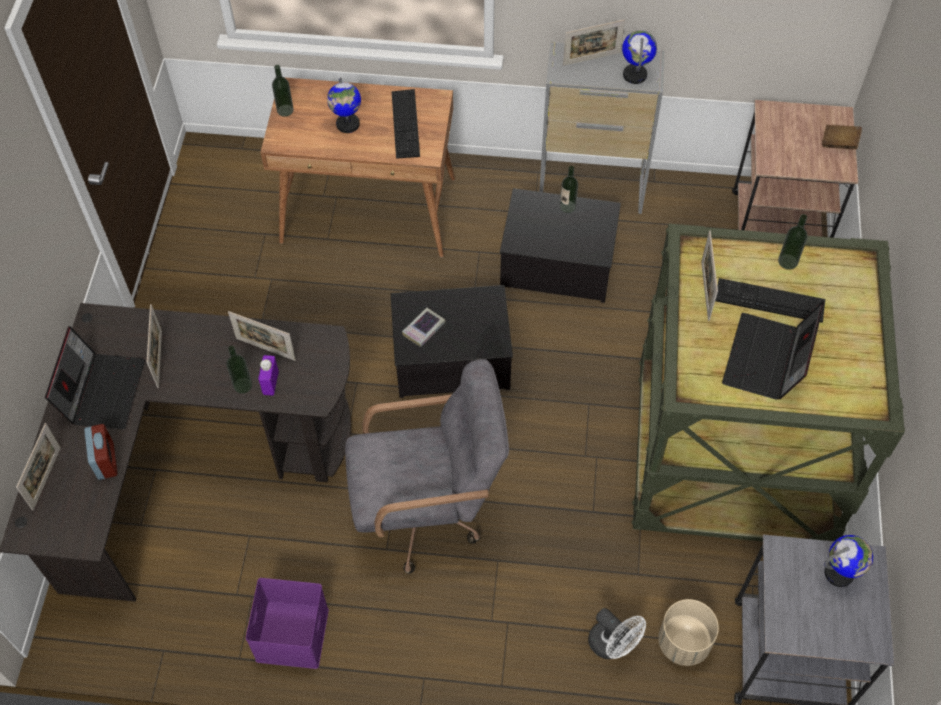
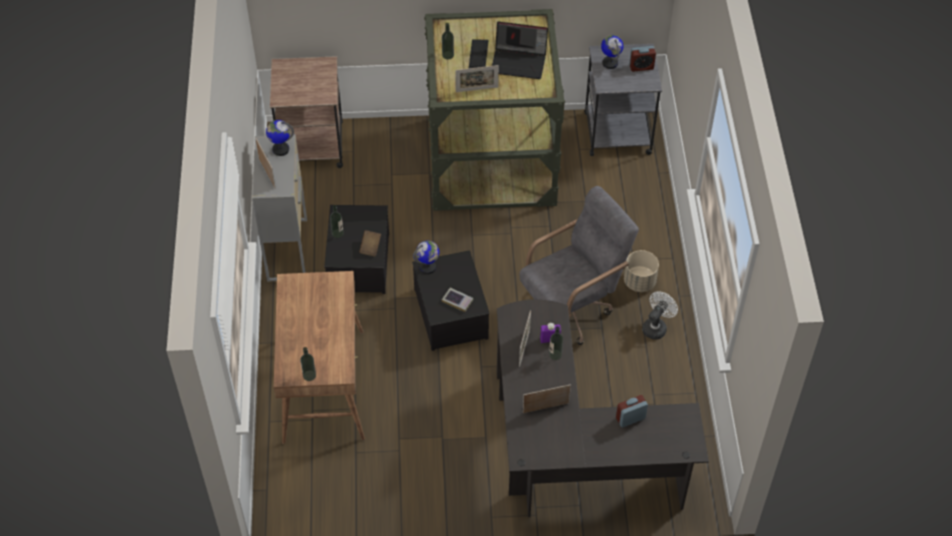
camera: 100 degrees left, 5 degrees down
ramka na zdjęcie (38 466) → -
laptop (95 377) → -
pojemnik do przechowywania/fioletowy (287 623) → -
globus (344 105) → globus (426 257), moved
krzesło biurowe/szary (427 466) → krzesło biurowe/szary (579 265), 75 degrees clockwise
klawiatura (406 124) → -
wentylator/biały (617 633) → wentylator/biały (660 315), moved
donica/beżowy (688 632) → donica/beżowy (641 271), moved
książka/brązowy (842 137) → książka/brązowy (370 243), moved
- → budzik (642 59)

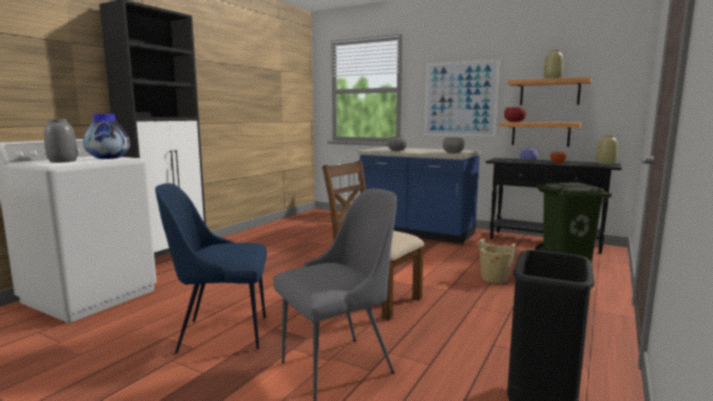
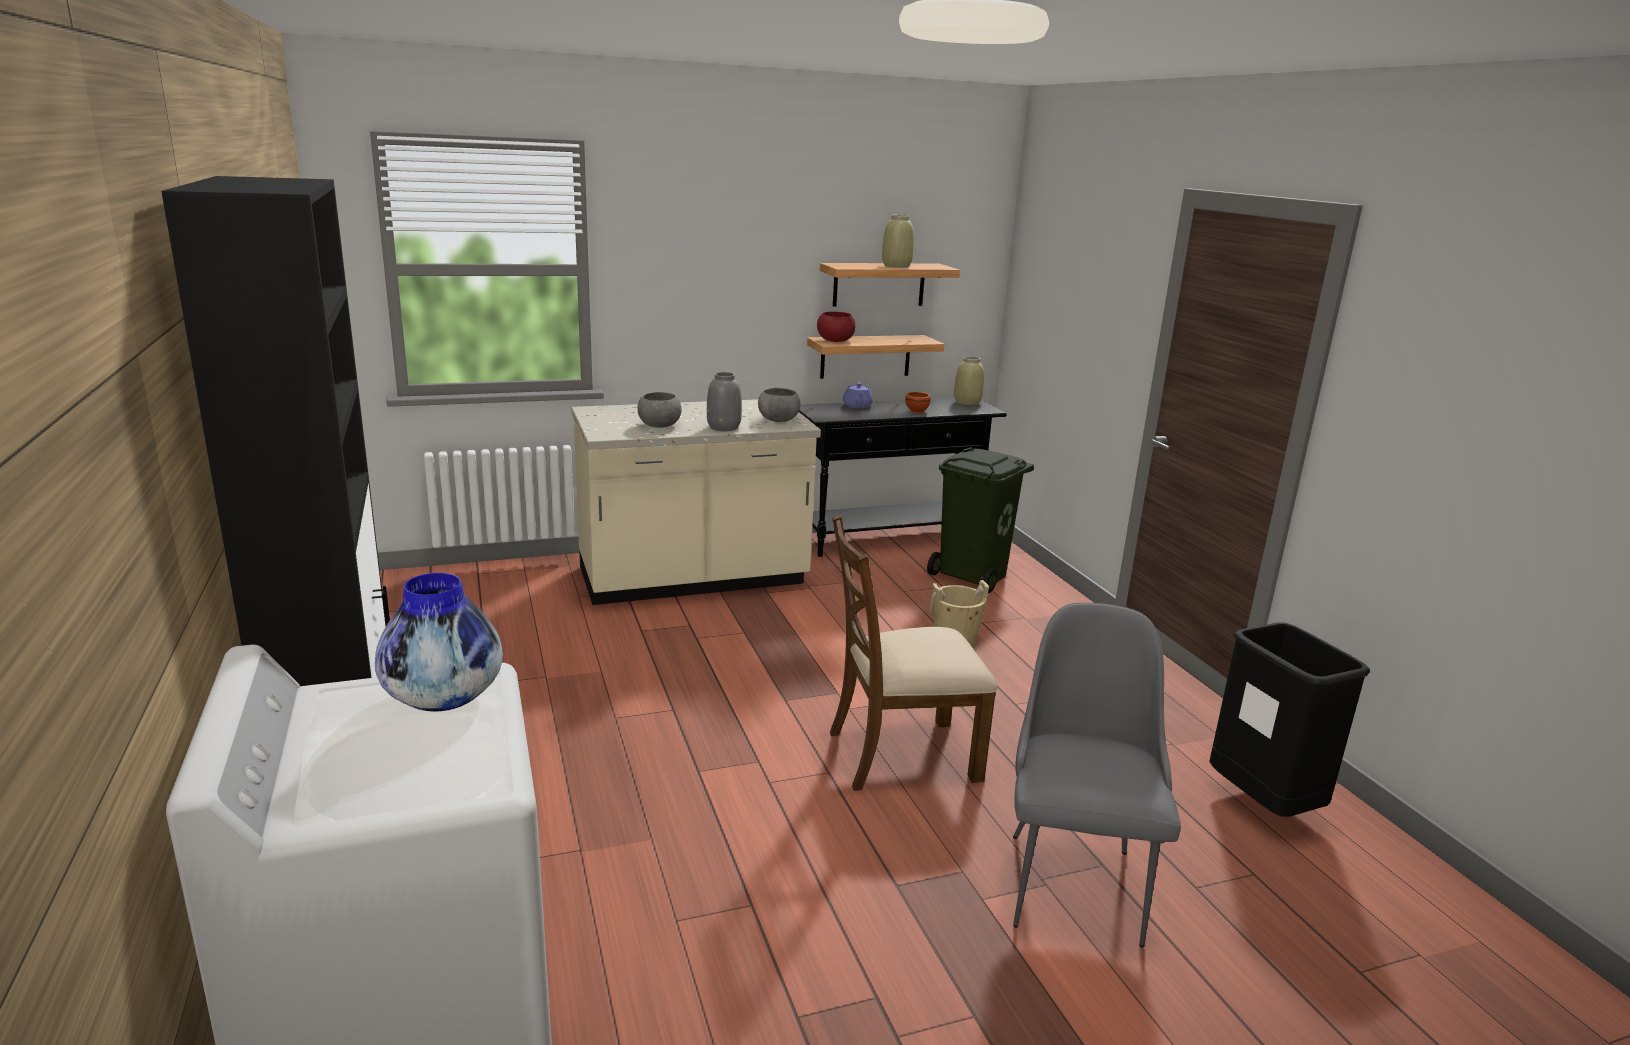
camera: 50 degrees left, 10 degrees up
wazon/szary (61 141) → wazon/szary (724 401), moved
krzesło/niebieski (211 268) → -
zabudowa kuchenna/niebieski (419 195) → zabudowa kuchenna/beżowy (696 502)
obraz (462 98) → -

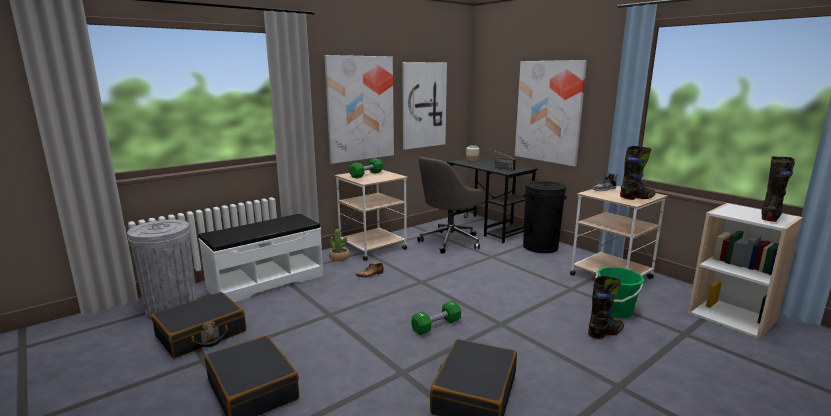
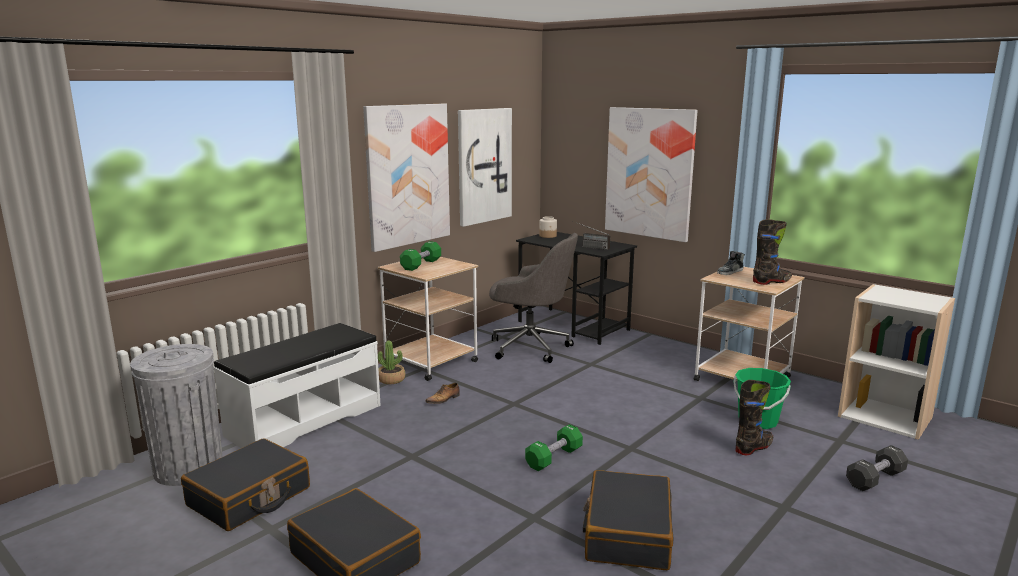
camera: 10 degrees left, 0 degrees up
krzesło biurowe/szary (450 205) → krzesło biurowe/szary (533 298), 105 degrees counterclockwise
kosz na śmieci/czarny (545 217) → -
but z cholewką/czarny (778 189) → -
- → hantel/czarny (877 468)

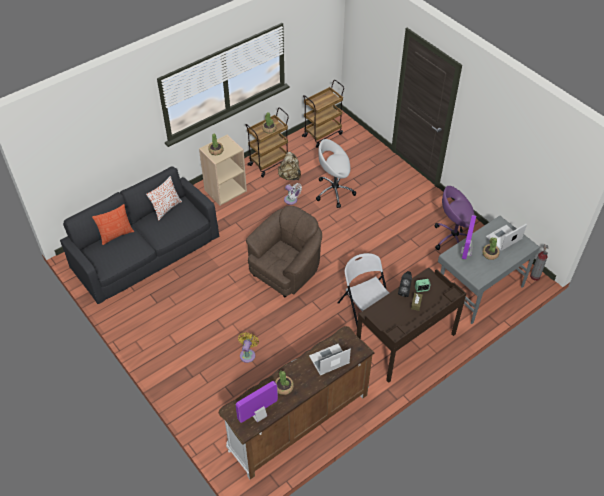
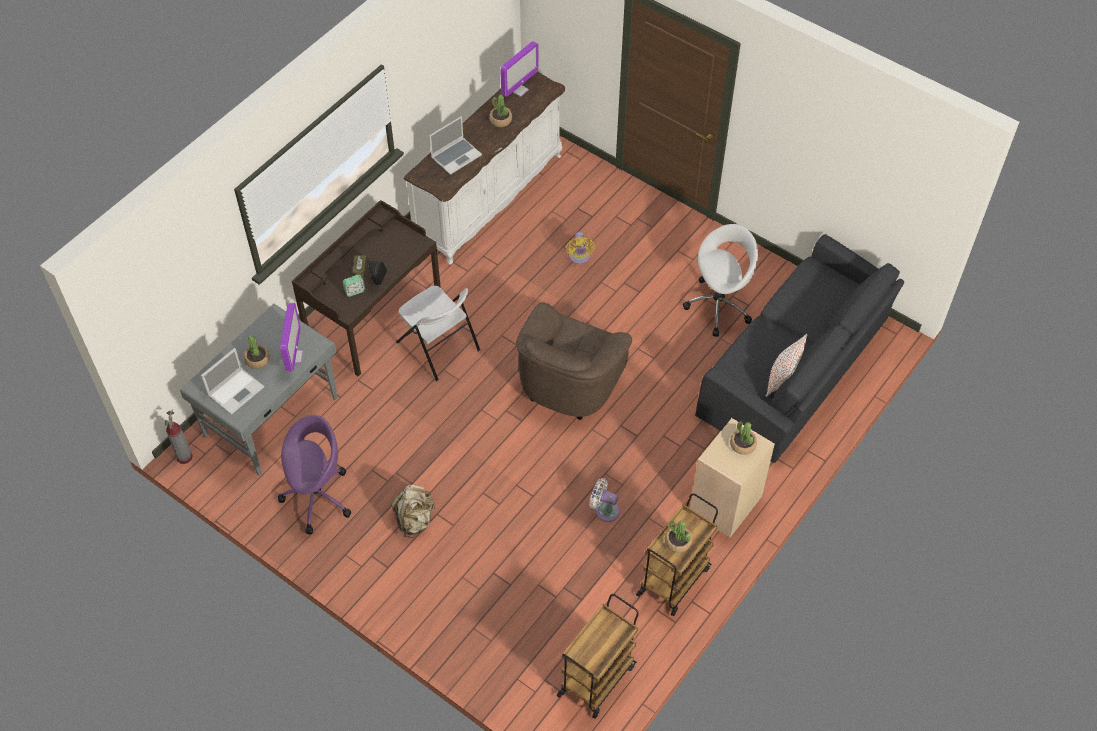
camera: 165 degrees right, 5 degrees up
poduszka/pomarańczowy (113 224) → -
plecak/beżowy (289 166) → plecak/beżowy (413 511), moved
krzesło biurowe/biały (336 173) → krzesło biurowe/biały (720 280), moved

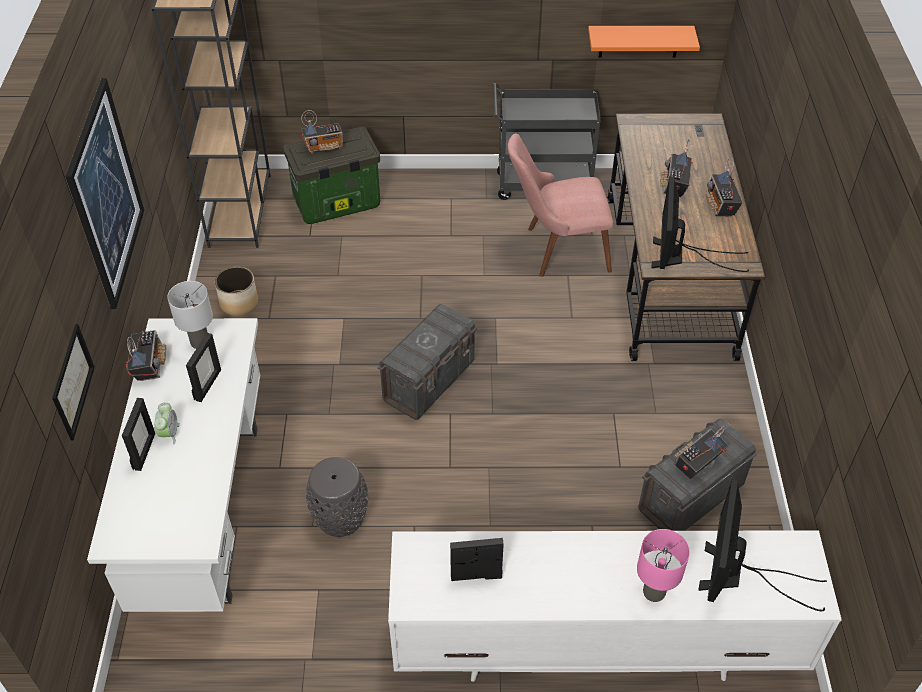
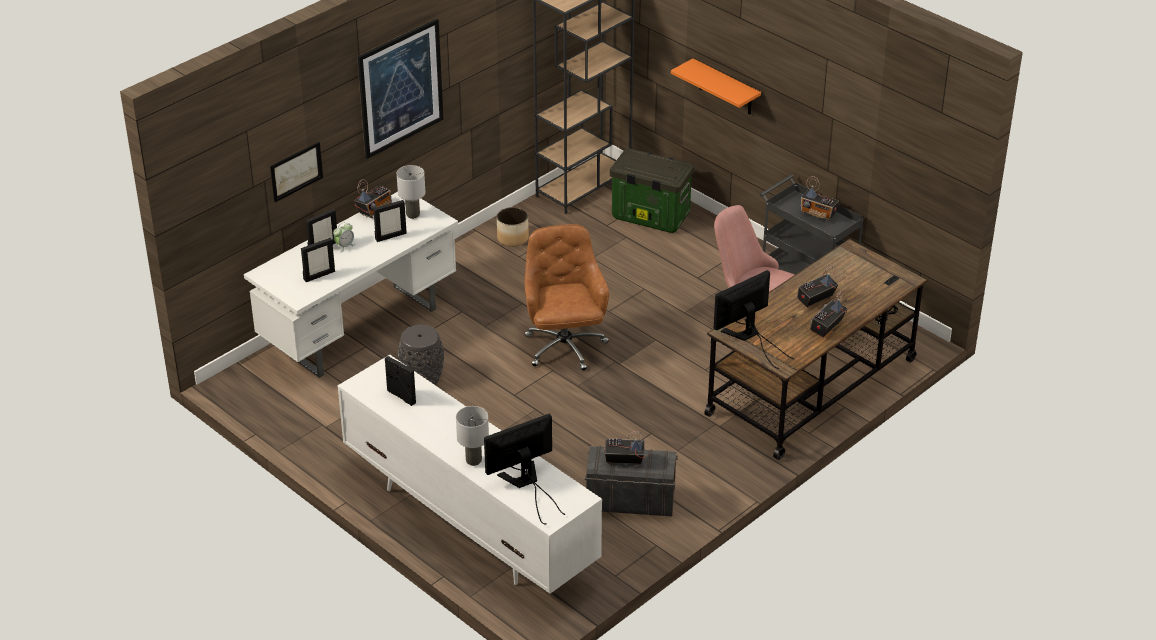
camera: 45 degrees right, 10 degrees down
radio (322 132) → radio (819 199), moved
pojemnik do przechowywania/szary (427 362) → krzesło biurowe/brązowy (567 297)
półka/pomarańczowy (644 42) → półka/pomarańczowy (716 86), moved
lampa stołowa/różowy (663 565) → lampa stołowa/biały (472 436)
- → ramka na zdjęcie (318 260)

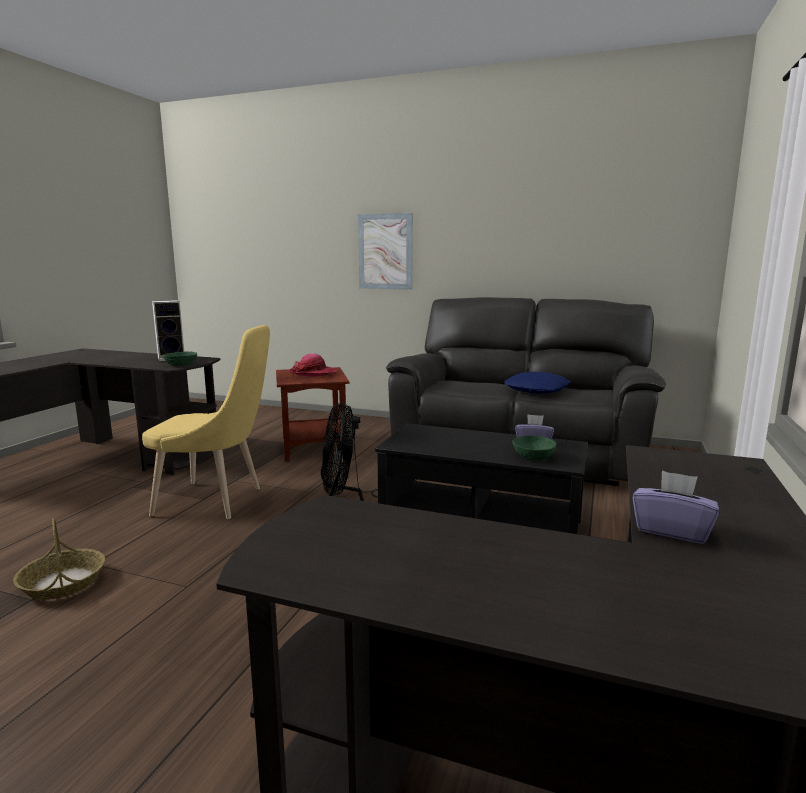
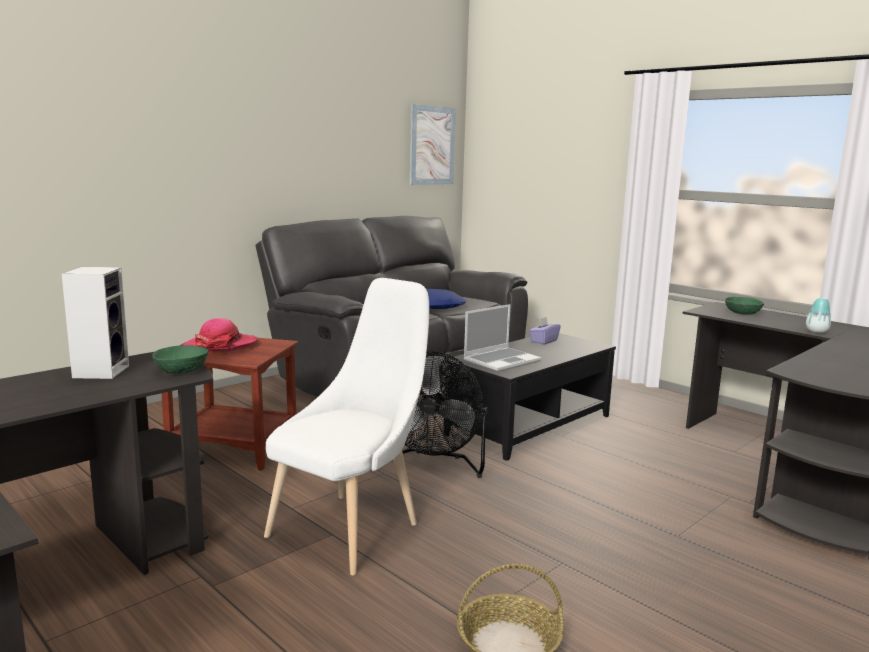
camera: 65 degrees left, 0 degrees up
krzesło/żółty (206 422) → krzesło/biały (346 426)
obraz (385 251) → obraz (433 144), moved
miska/zielony (534 448) → miska/zielony (744 306), moved
pudełko chusteczek/fioletowy (675 507) → wazon (818 315)
- → laptop (502 338)

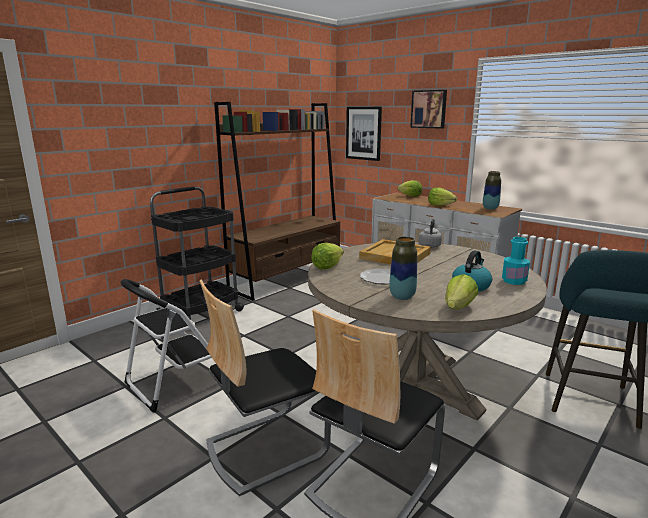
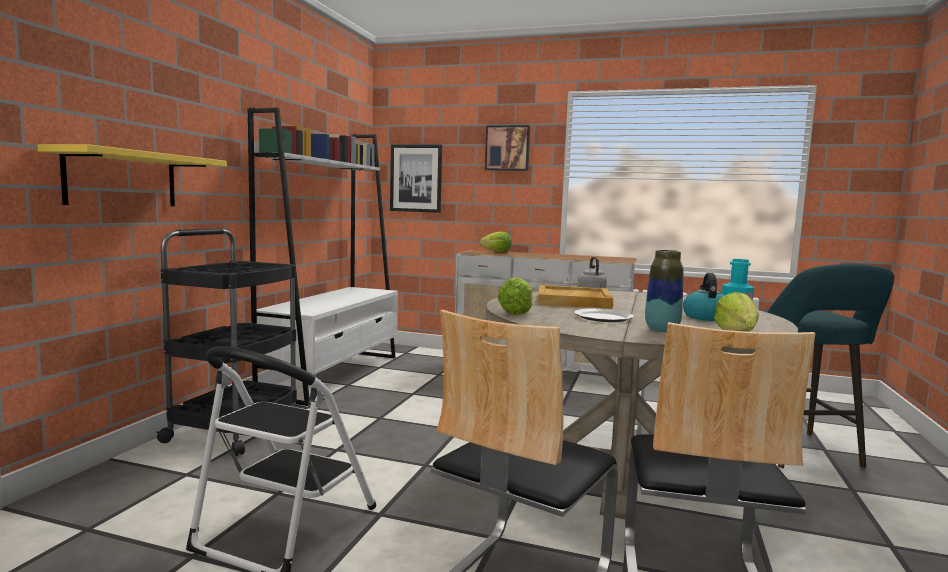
camera: 25 degrees left, 10 degrees down
regał/brązowy (277 201) → regał/biały (323 257)
sałata (442 196) → -
wazon (492 190) → -
- → półka/żółty (132 175)

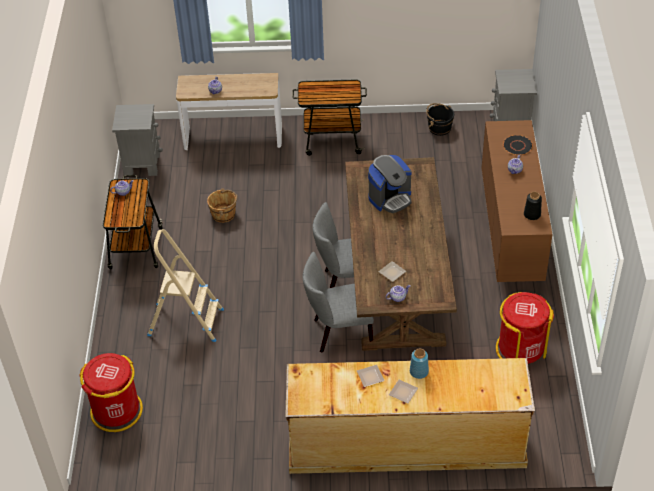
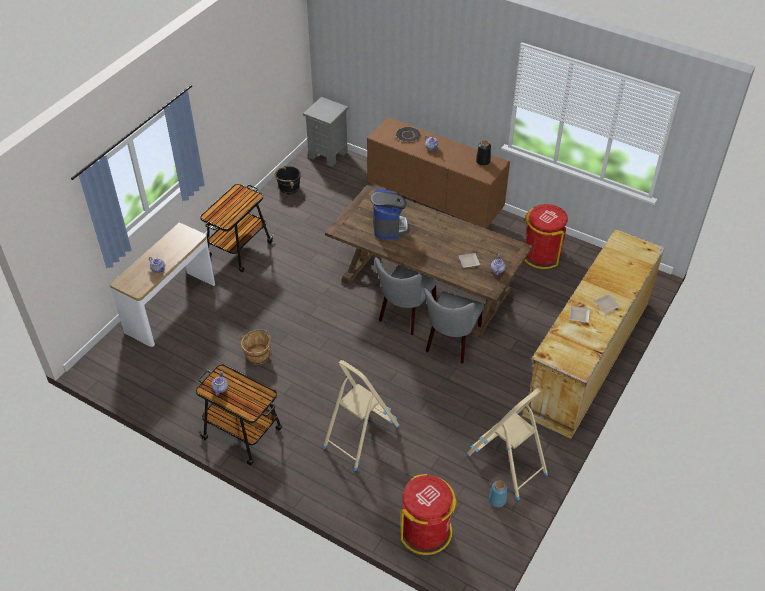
camera: 60 degrees left, 0 degrees up
szafka nocna/szary (137 140) → -
wazon/niebieski (419 364) → wazon/niebieski (498 494), moved
- → drabinka/beżowy (507 444)

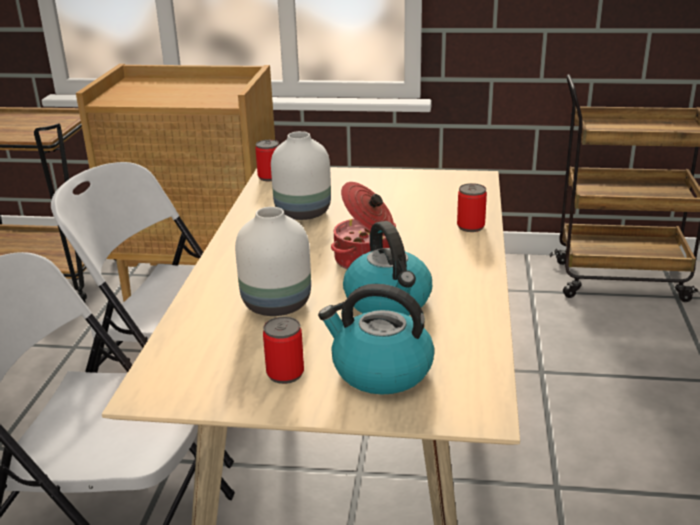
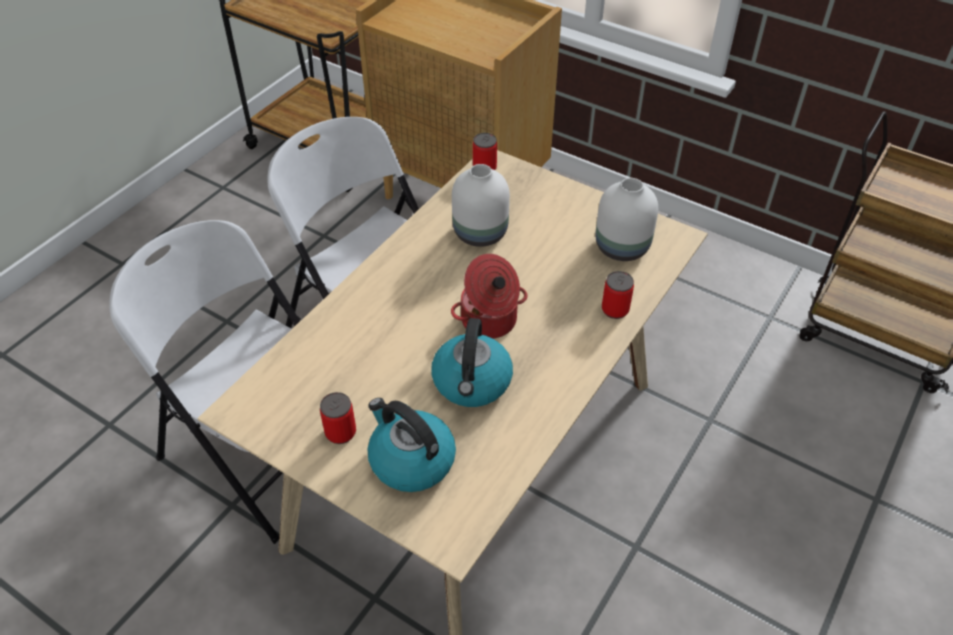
camera: 25 degrees right, 20 degrees up
wazon/biały (273 261) → wazon/biały (626 219), moved

